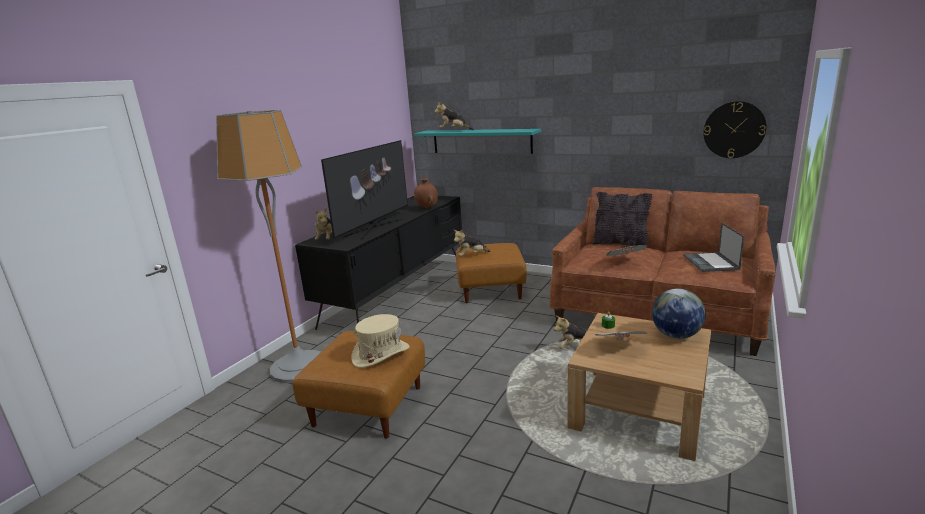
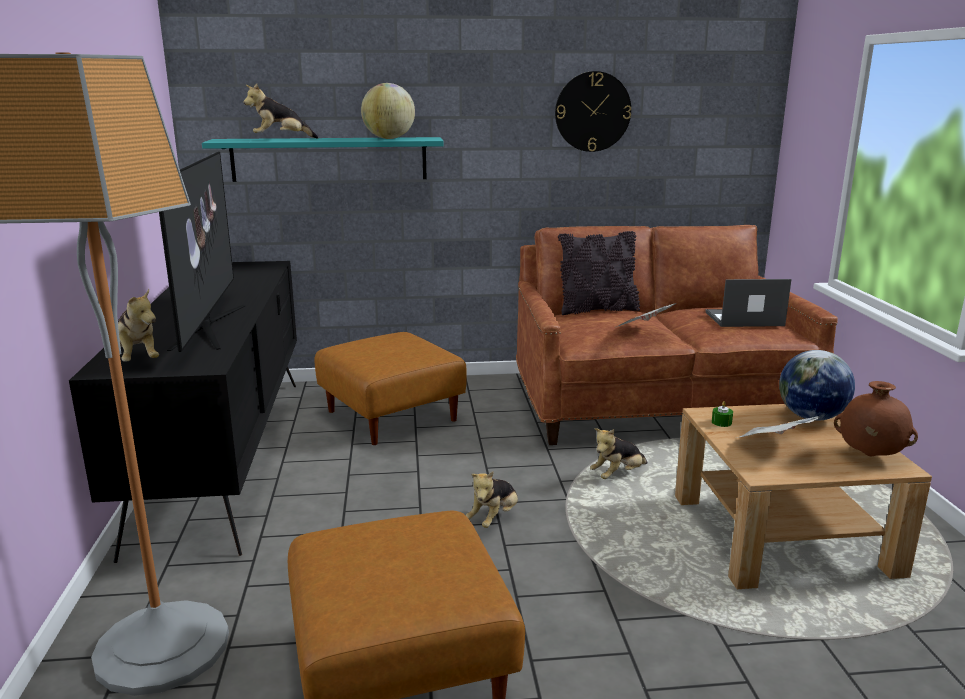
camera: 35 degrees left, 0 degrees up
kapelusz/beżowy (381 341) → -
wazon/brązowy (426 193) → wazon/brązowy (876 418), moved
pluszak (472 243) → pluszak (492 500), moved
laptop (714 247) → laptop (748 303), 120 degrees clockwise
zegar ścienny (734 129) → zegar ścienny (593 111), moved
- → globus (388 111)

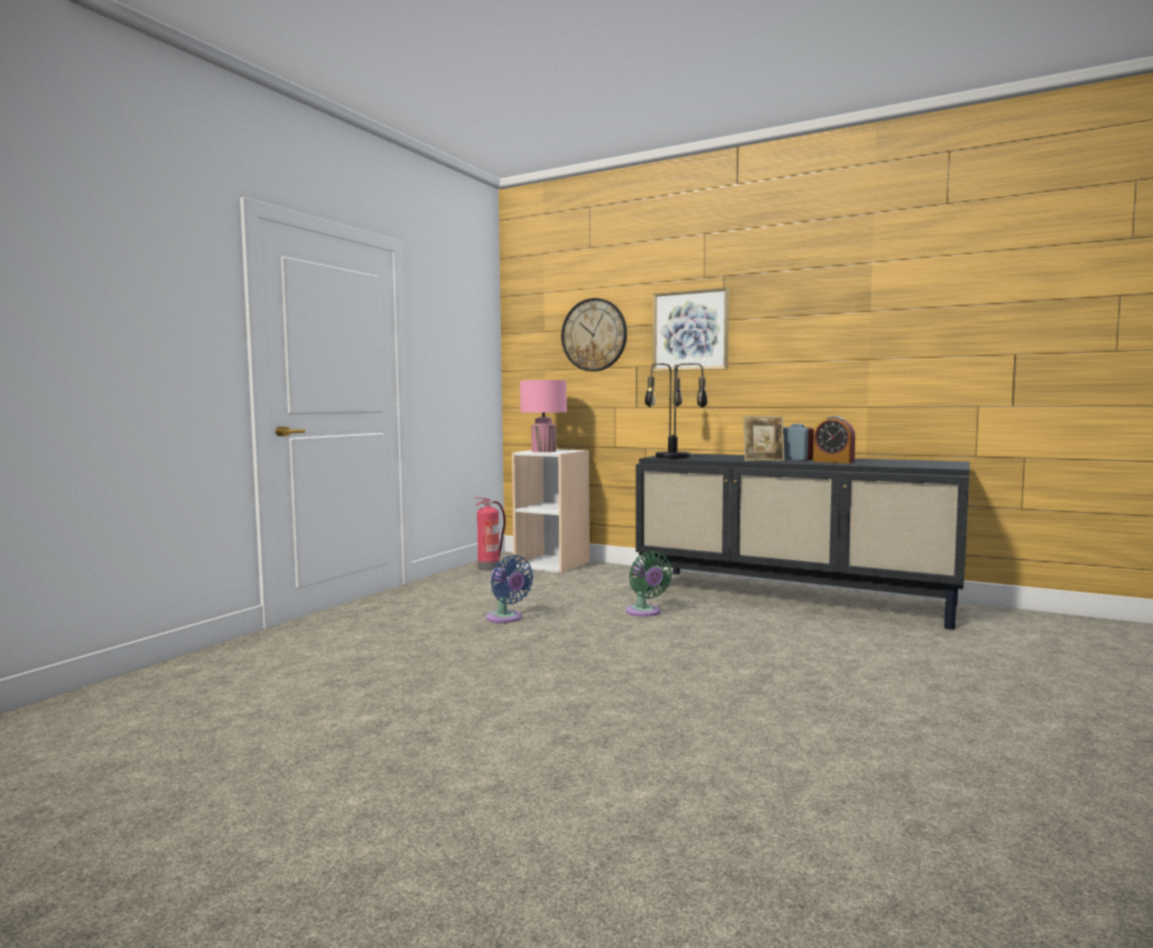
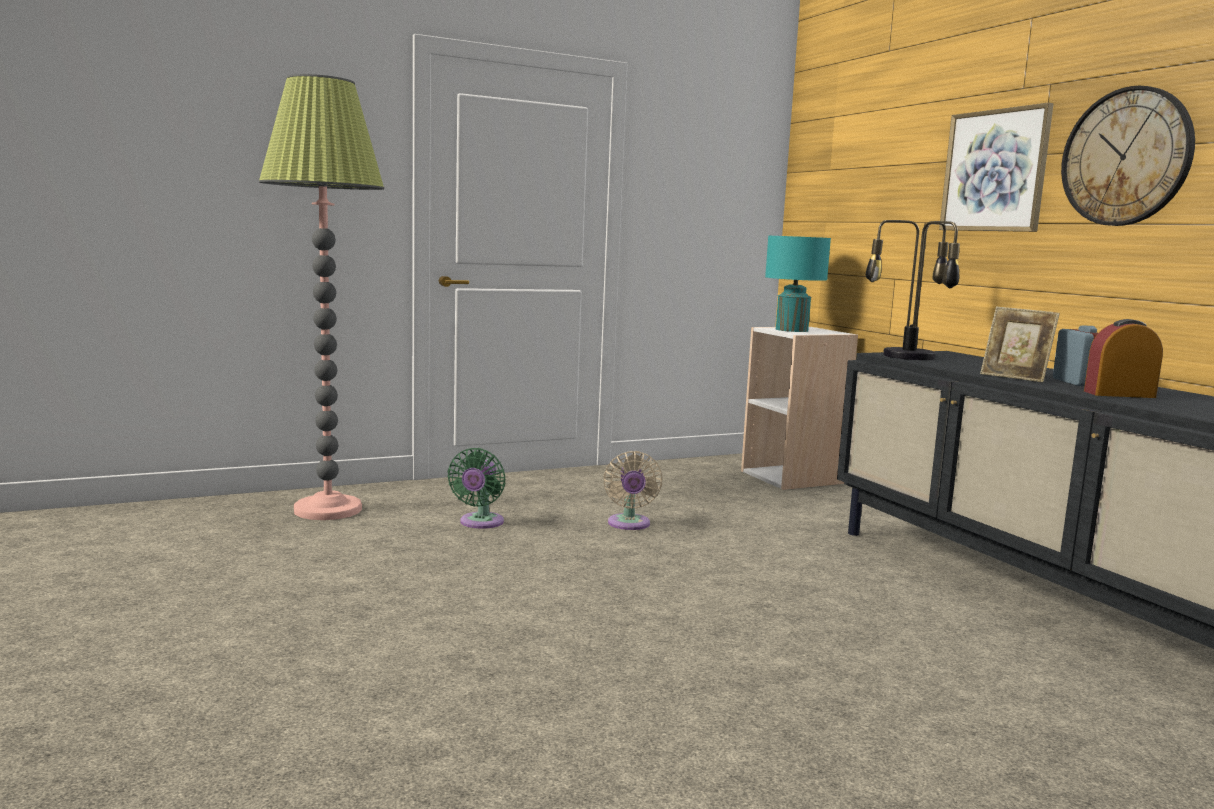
camera: 35 degrees right, 5 degrees up
gaśnica (490 534) → -
wentylator/niebieski (510 589) → wentylator/beżowy (632 490)
lampa stołowa/różowy (543 416) → lampa stołowa/turkusowy (798 284)
zegar ścienny (594 334) → zegar ścienny (1128 156), moved
wentylator/zielony (649 584) → wentylator/zielony (476 488), moved
budzik (834 439) → budzik (1123 358), 105 degrees clockwise
- → lampa stojąca (321 297)

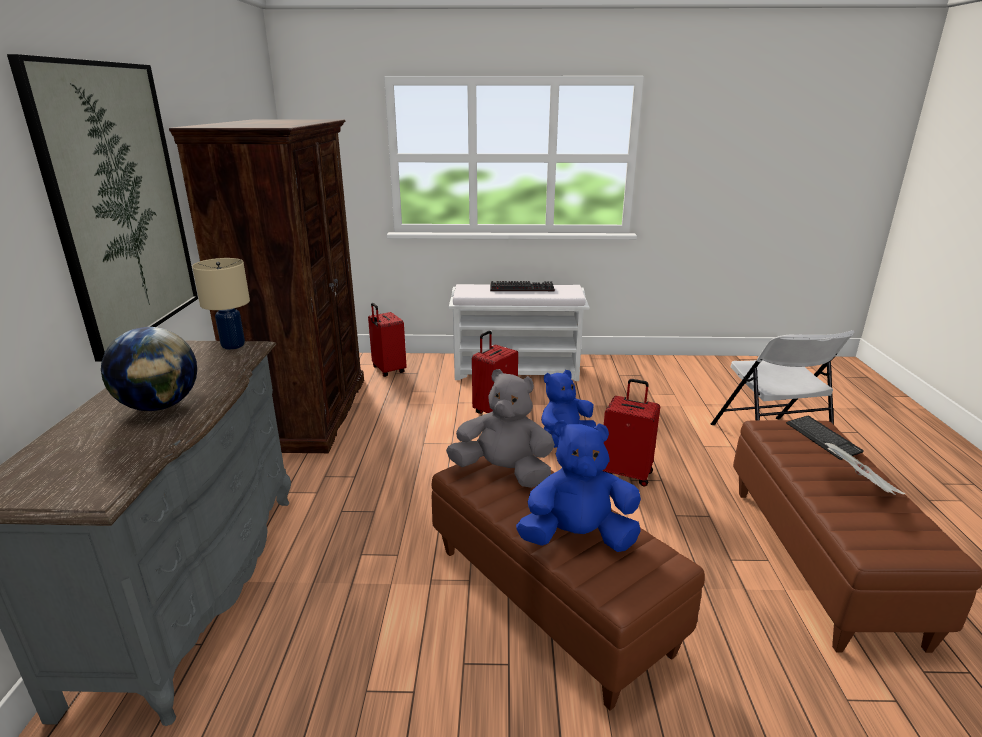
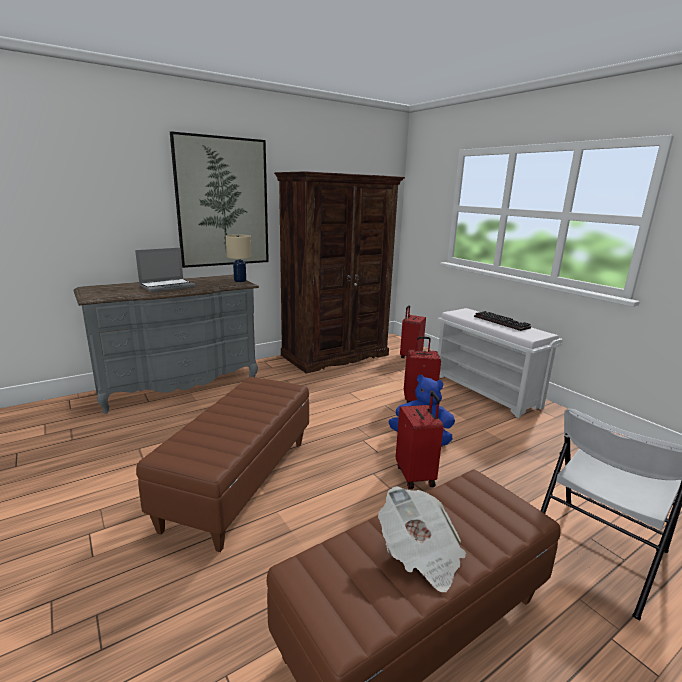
camera: 55 degrees right, 5 degrees down
globus (149 369) → laptop (165 270)
pluszak/szary (500 428) → -
pluszak/niebieski (578 486) → -
klawiatura (825 438) → -

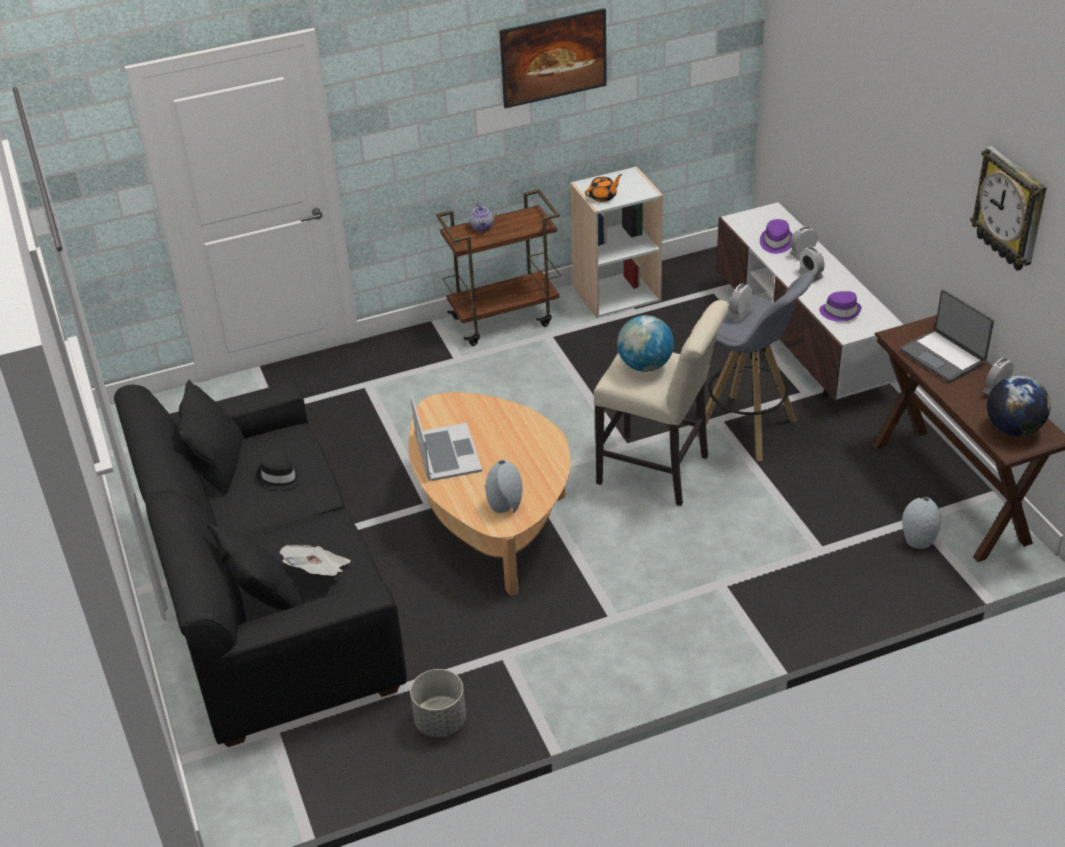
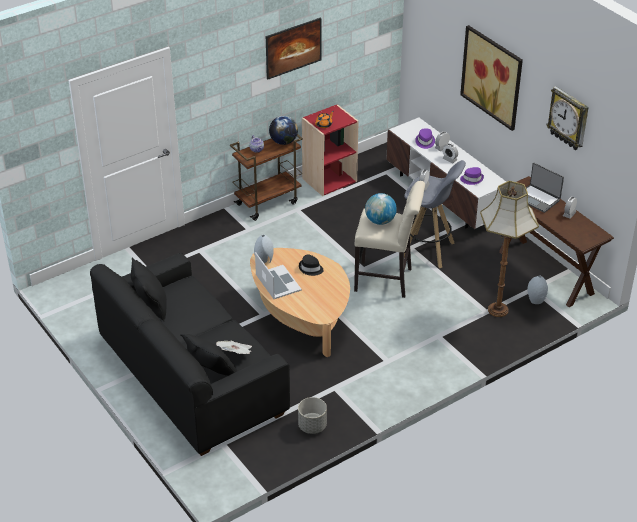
camera: 15 degrees left, 0 degrees up
kapelusz/czarny (279 470) → kapelusz/czarny (311 265), moved
wazon/szary (504 486) → wazon/szary (264 249), moved
regał/biały (616 242) → regał/czerwony (330 150)
globus (1019 406) → globus (283 130), moved
- → obraz (491 78)
- → lampa stojąca (509 249)

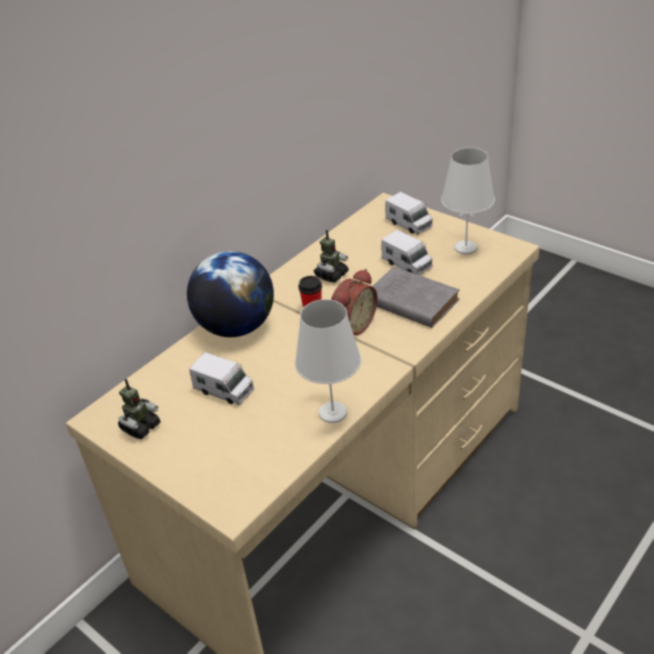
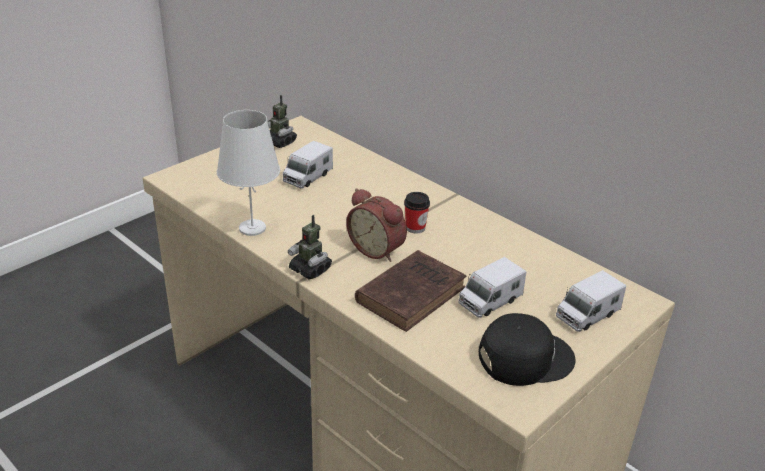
camera: 90 degrees right, 5 degrees down
globus (230 294) → -
robot zabawkowy (331 256) → robot zabawkowy (310 247), moved
książka/szary (416 297) → książka/brązowy (410 291)
lampa stołowa/biały (468 201) → czapka z daszkiem/czarny (527 349)

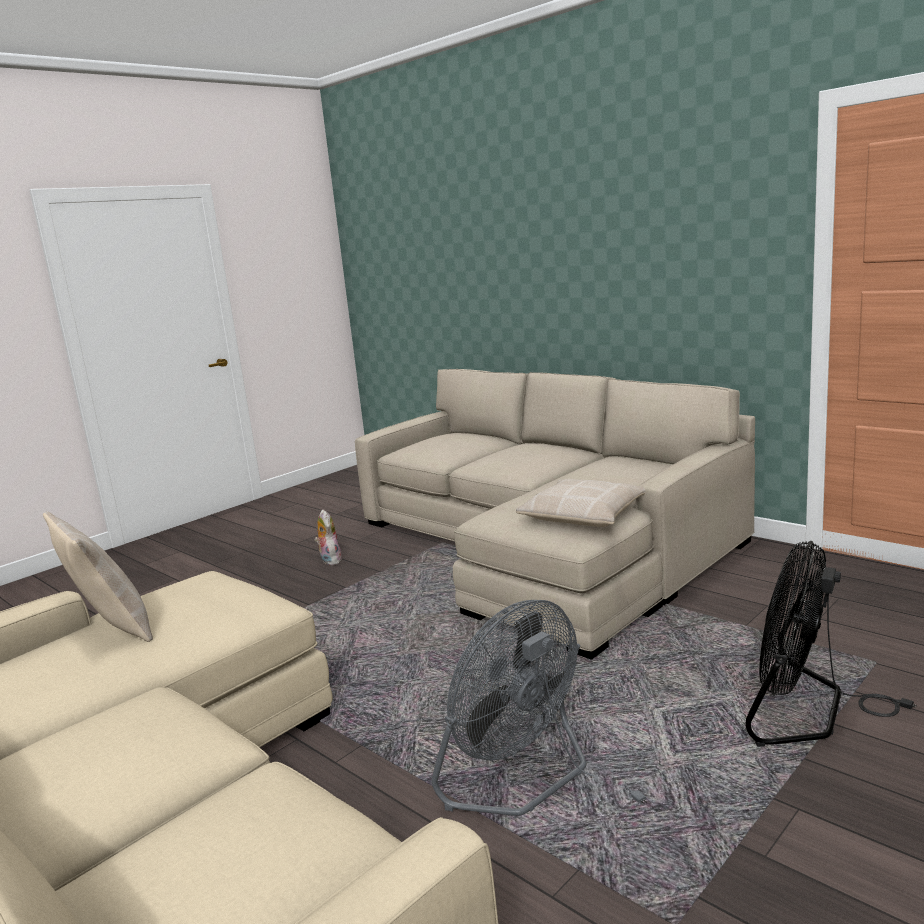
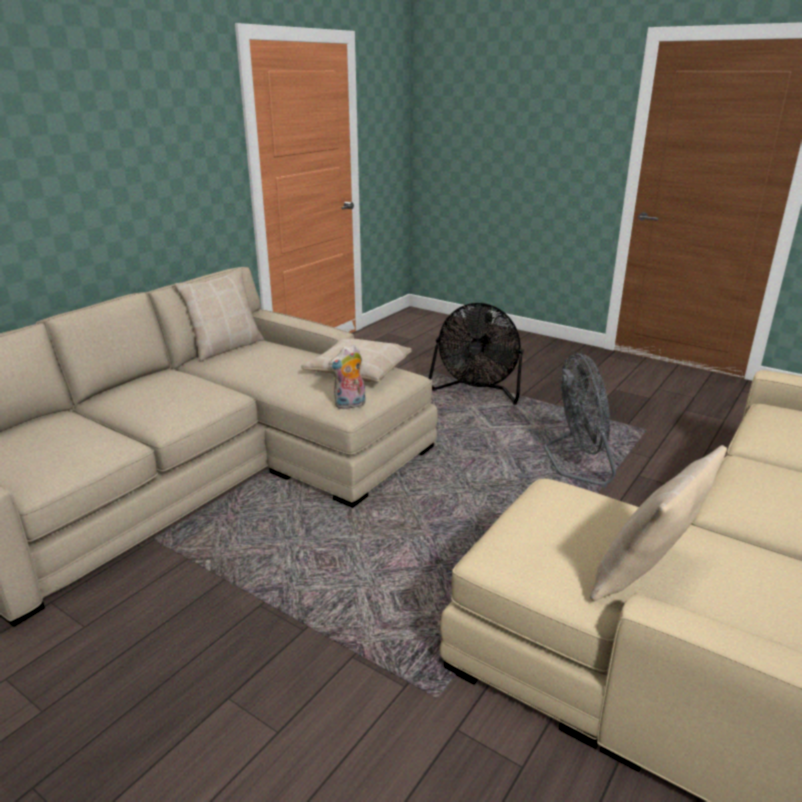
camera: 100 degrees left, 10 degrees up
pluszak (328 537) → pluszak (346 376), moved
wentylator/szary (539 708) → wentylator/szary (565 421), 135 degrees counterclockwise
- → poduszka/beżowy (219 315)

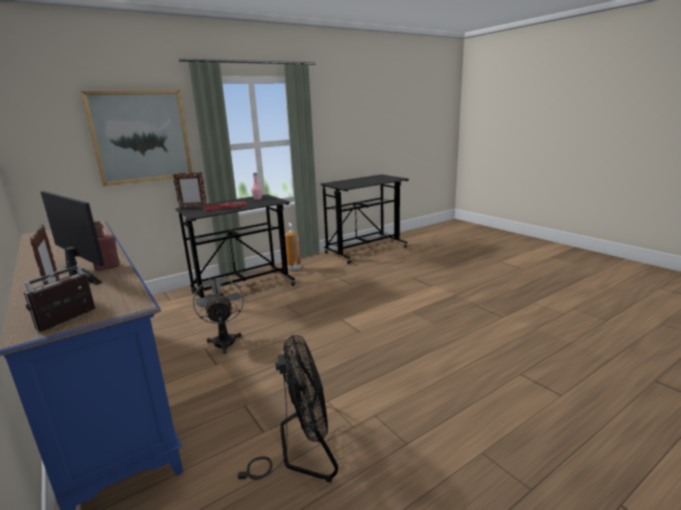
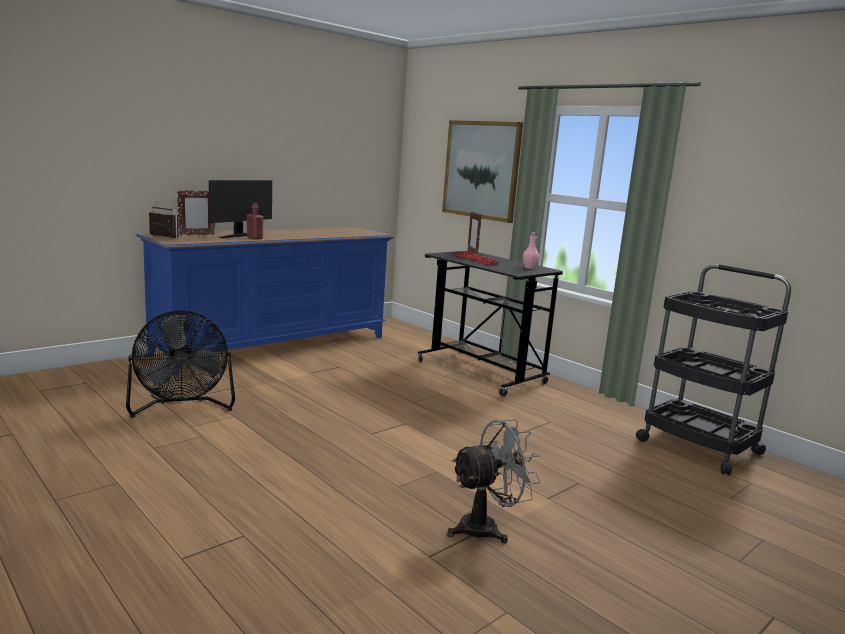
camera: 80 degrees right, 5 degrees down
wentylator/szary (218 315) → wentylator/szary (494 481), moved
gaśnica (293 247) → -
biurko/czarny (364 219) → wózek/czarny (713 369)

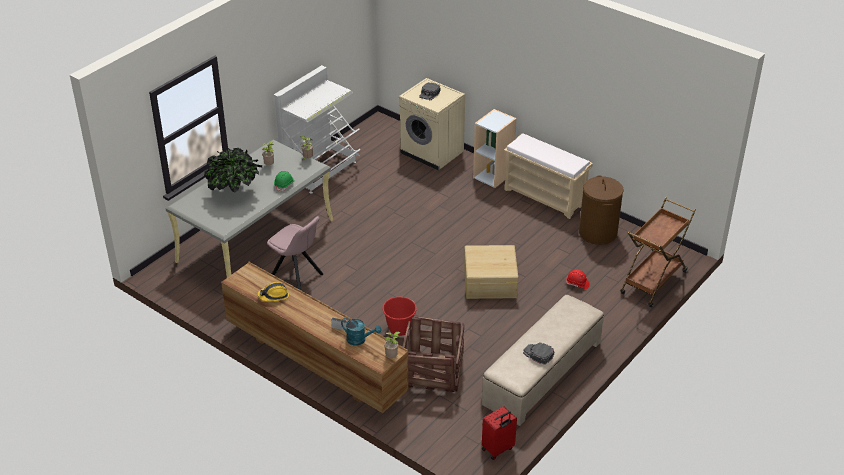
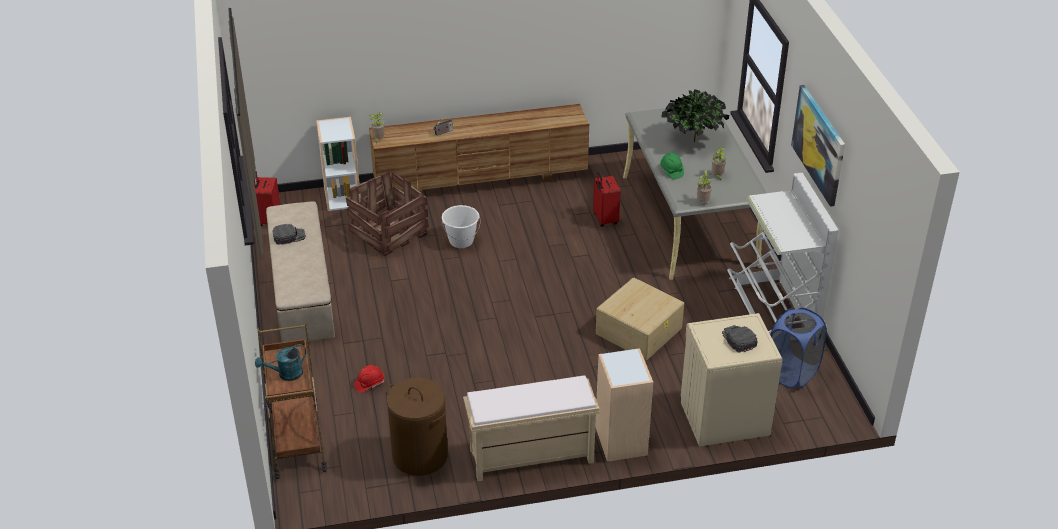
camera: 130 degrees right, 0 degrees up
kask (273 291) → -
krzesło/różowy (295 253) → walizka/czerwony (607 199)
konewka/turkusowy (361 332) → konewka/turkusowy (280 362), moved
wiadro/czerwony (399 316) → wiadro/biały (461 226)
pojemnik do przechowywania/beżowy (491 272) → pojemnik do przechowywania/beżowy (640 319), moved
- → regał (338 164)
- → kosz na pranie/niebieski (798 348)
- → obraz (818 146)

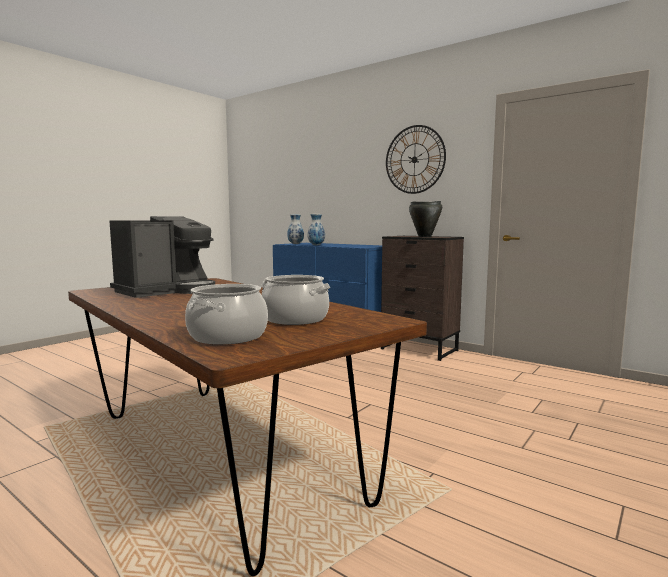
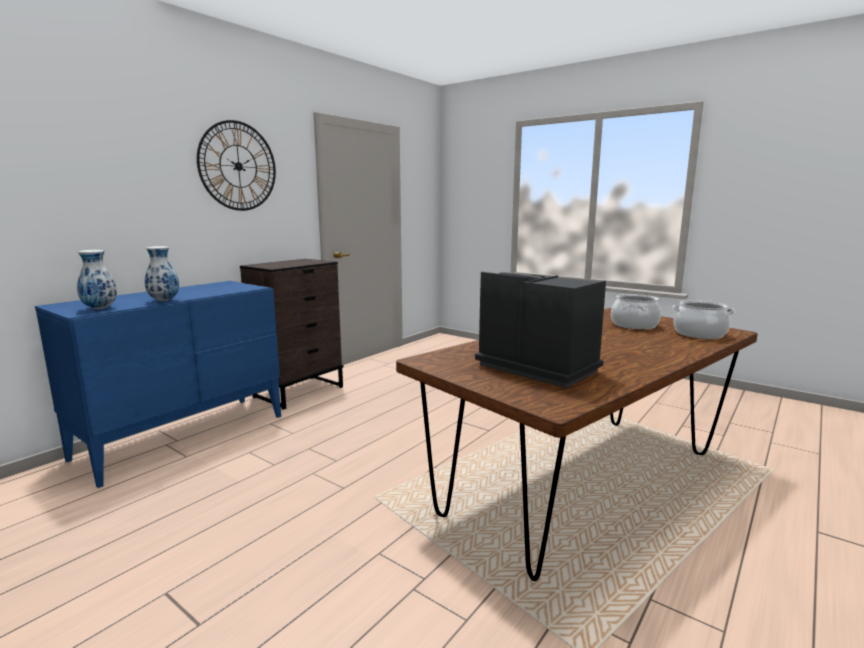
camera: 90 degrees left, 5 degrees up
garnek/czarny (425 219) → -

